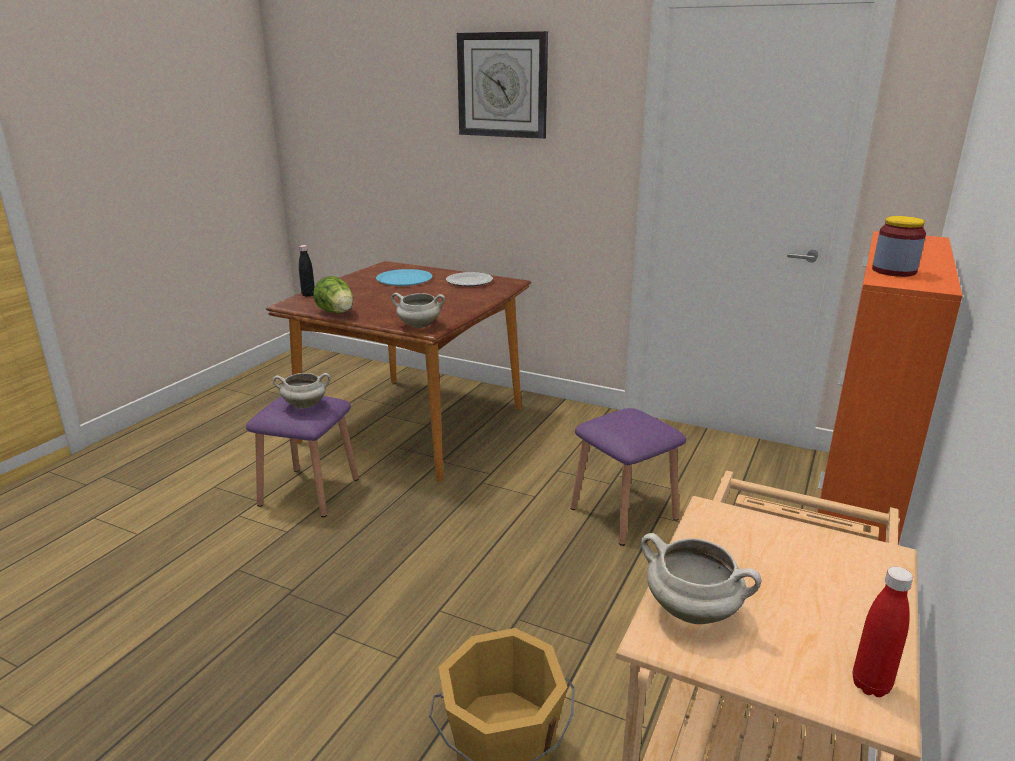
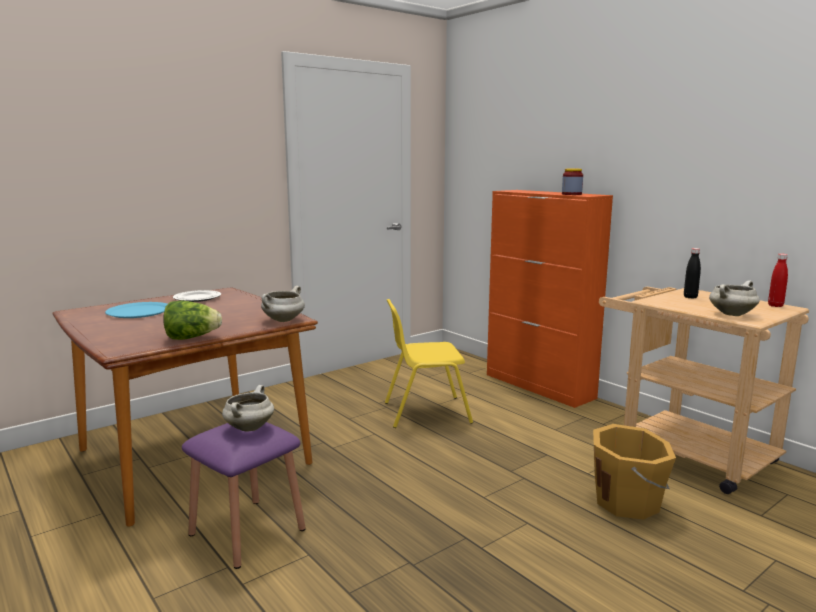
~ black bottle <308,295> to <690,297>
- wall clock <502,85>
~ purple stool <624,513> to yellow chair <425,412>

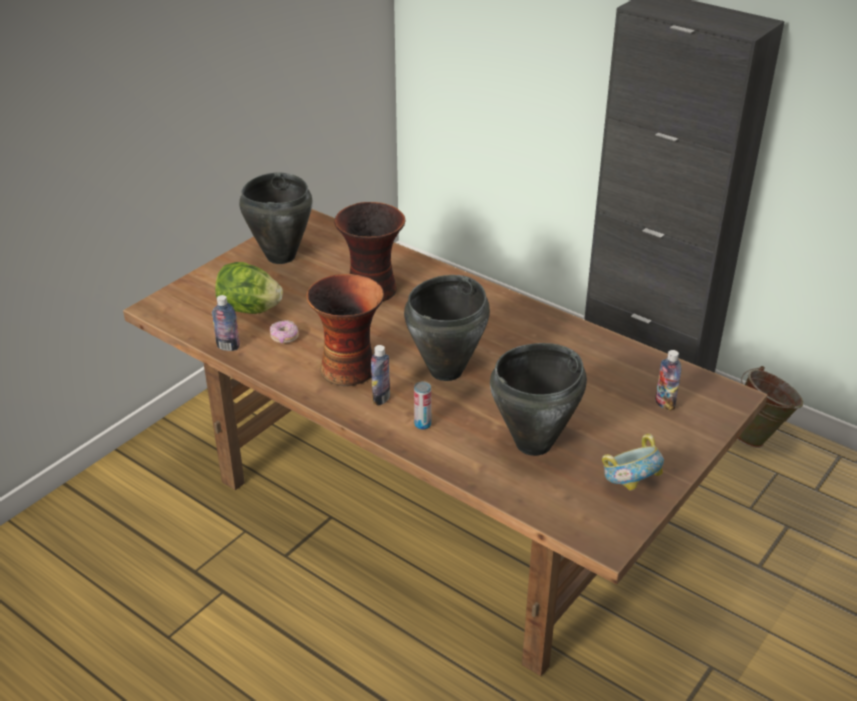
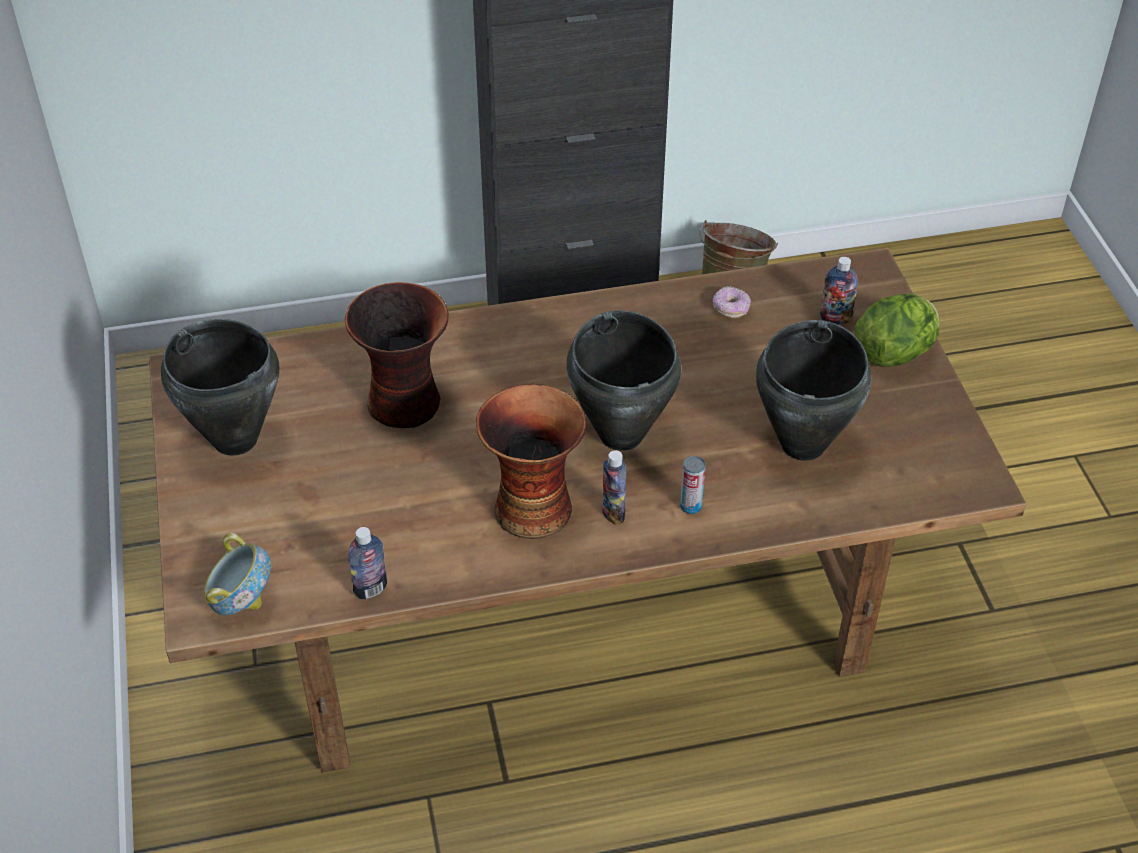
~ lettuce <249,309> to <895,353>
~ donut <284,337> to <730,309>
~ bowl <630,485> to <242,601>

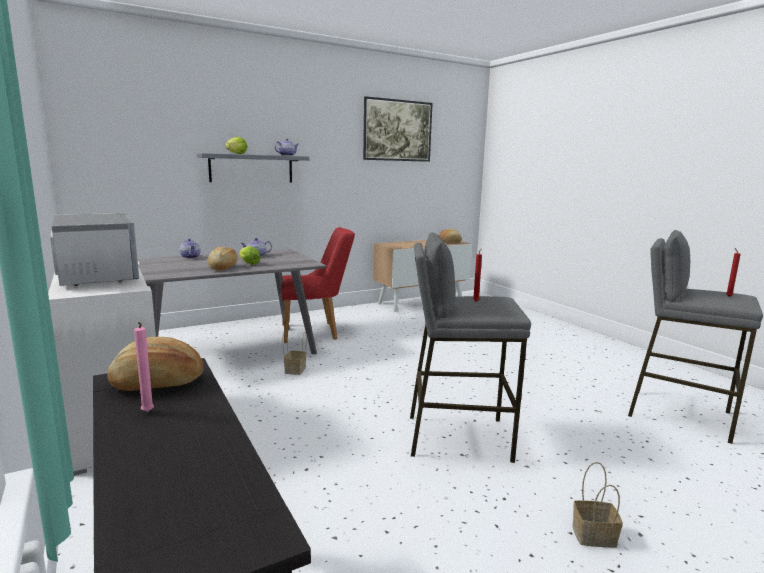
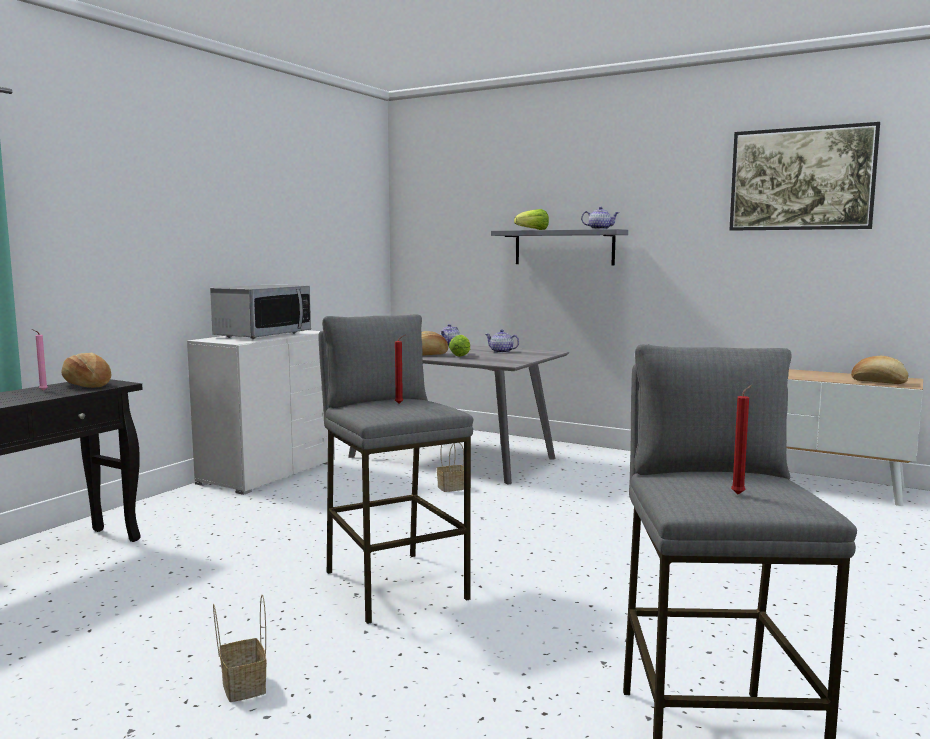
- red chair <315,331>

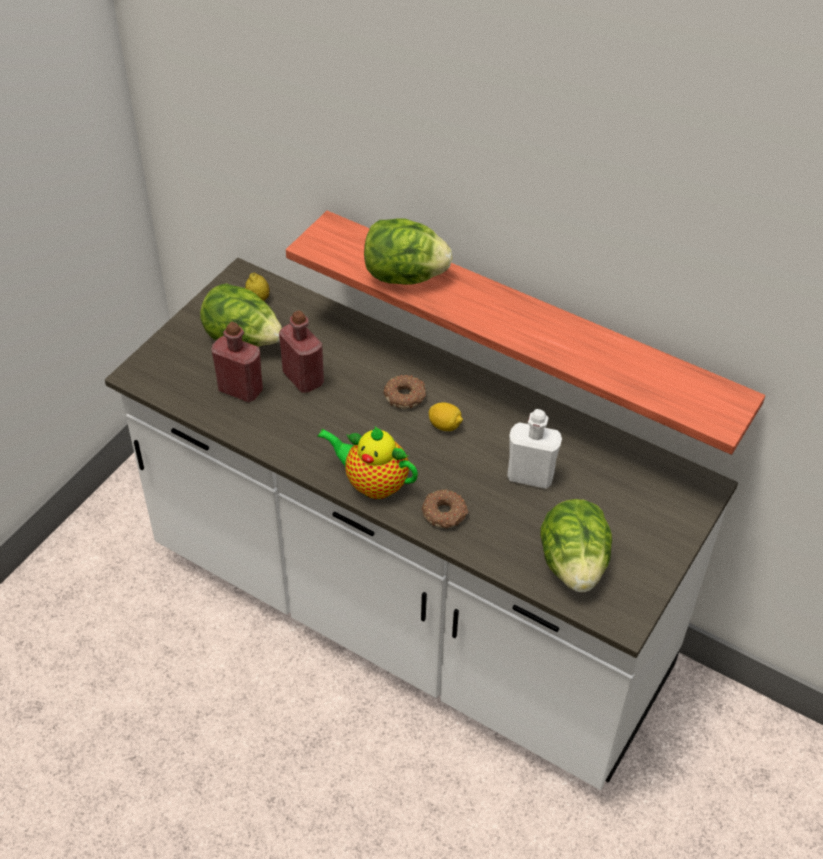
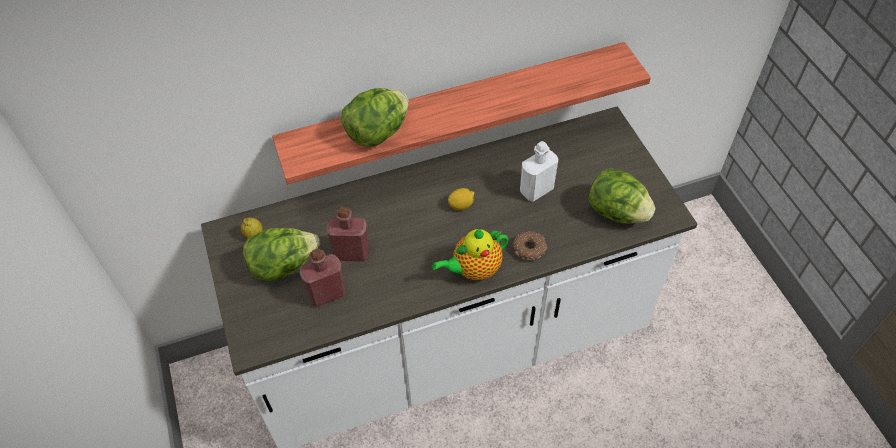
- donut <405,396>

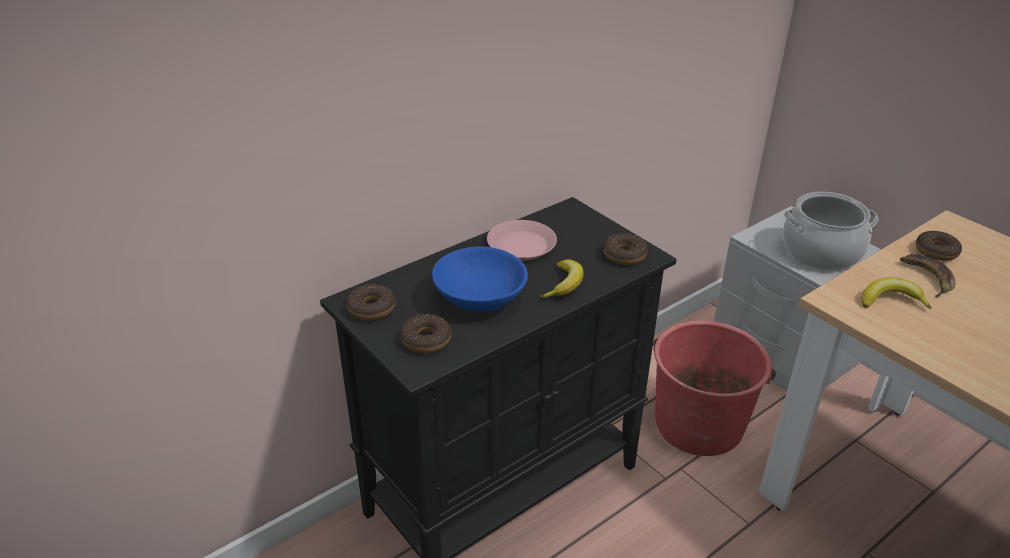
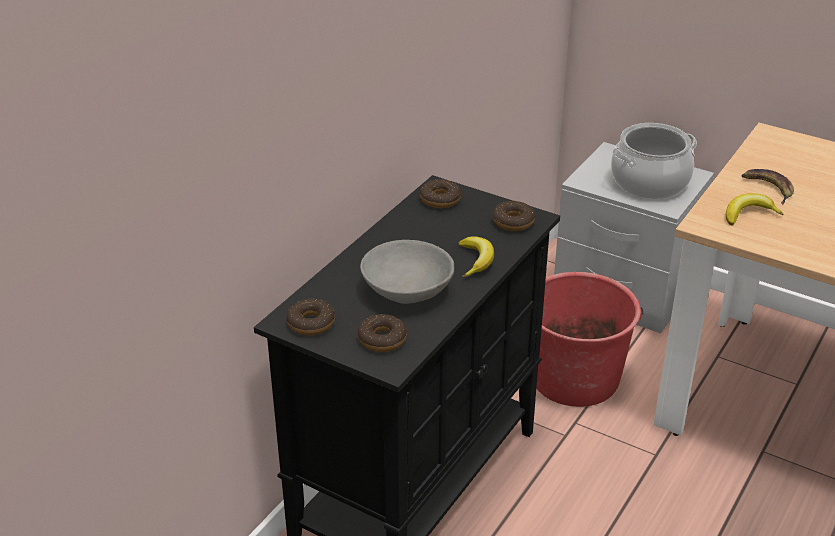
~ blue bowl <479,299> to grey bowl <407,291>
- pink plate <521,246>
~ donut <936,251> to <440,199>

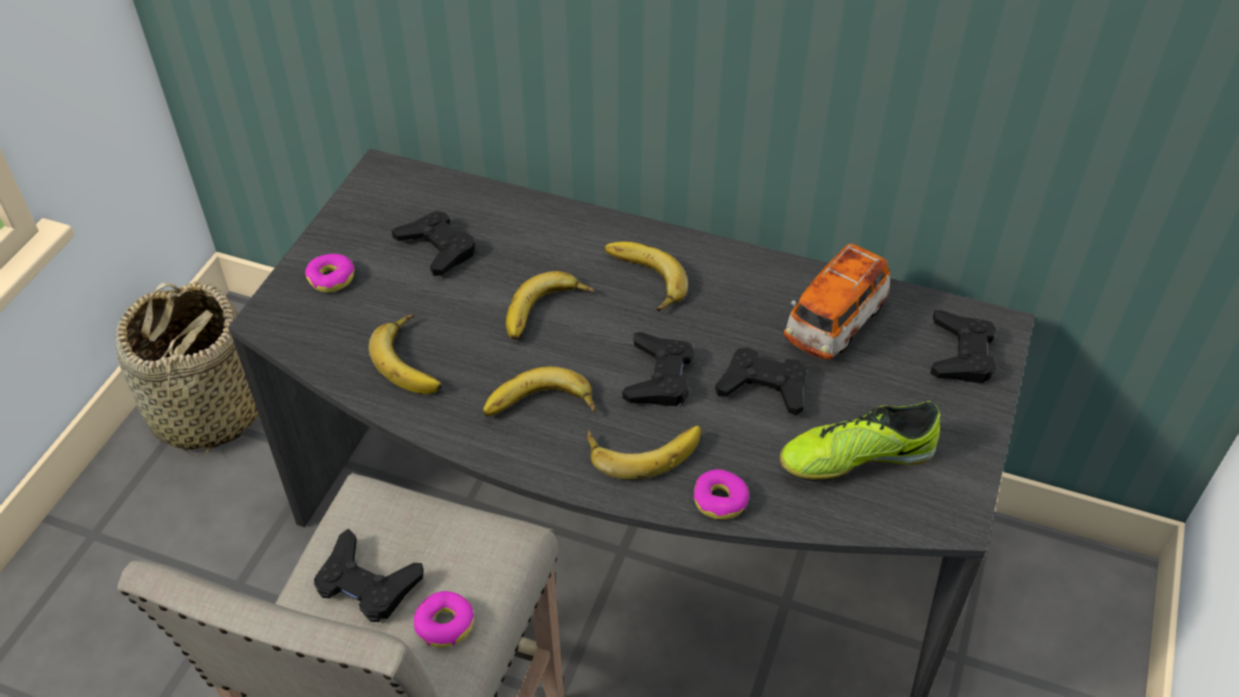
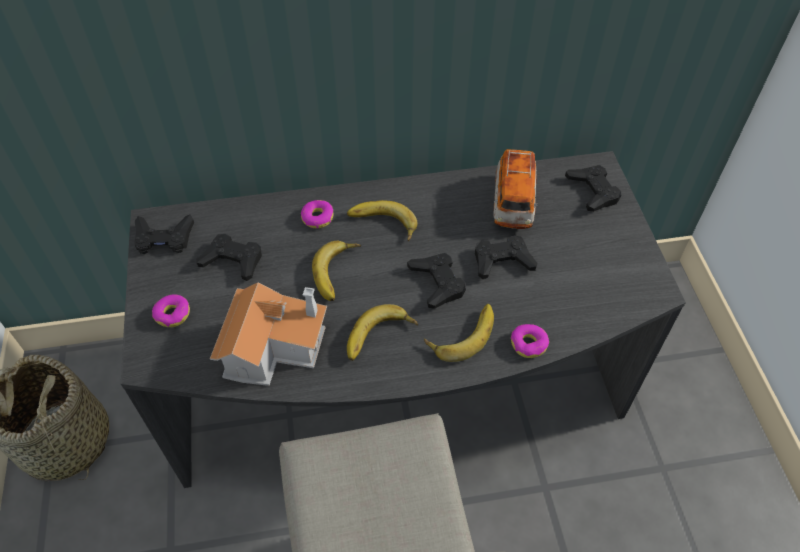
~ black game controller <367,583> to <164,238>
~ banana <414,360> to toy house <274,345>
~ donut <444,624> to <317,218>
- shoe <856,457>

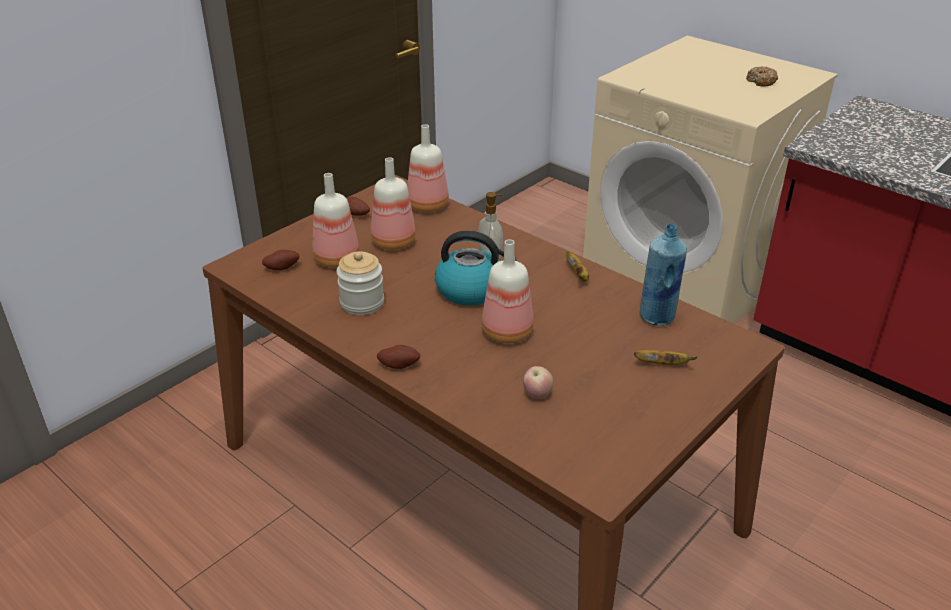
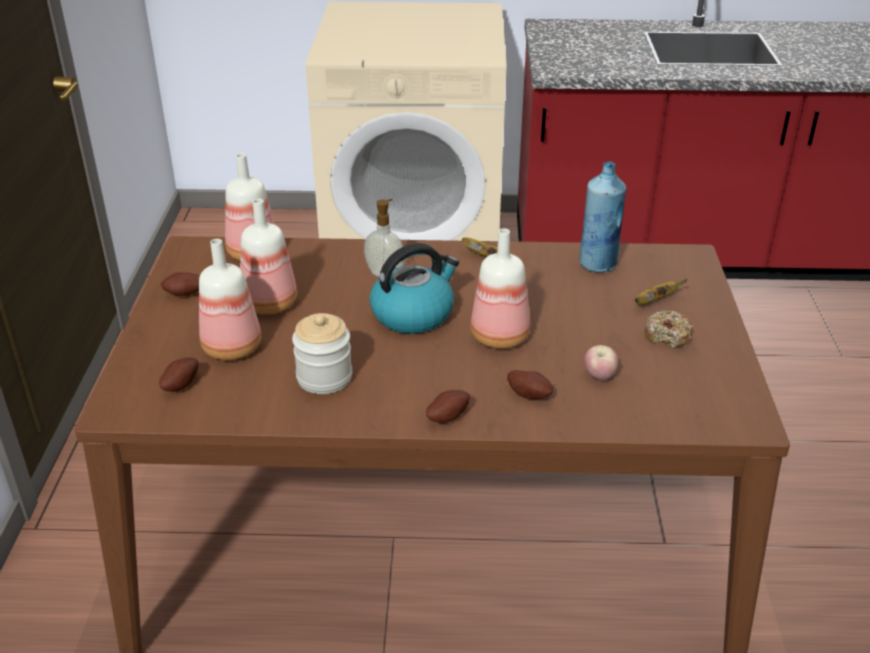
~ donut <761,81> to <667,336>
+ potato <529,394>

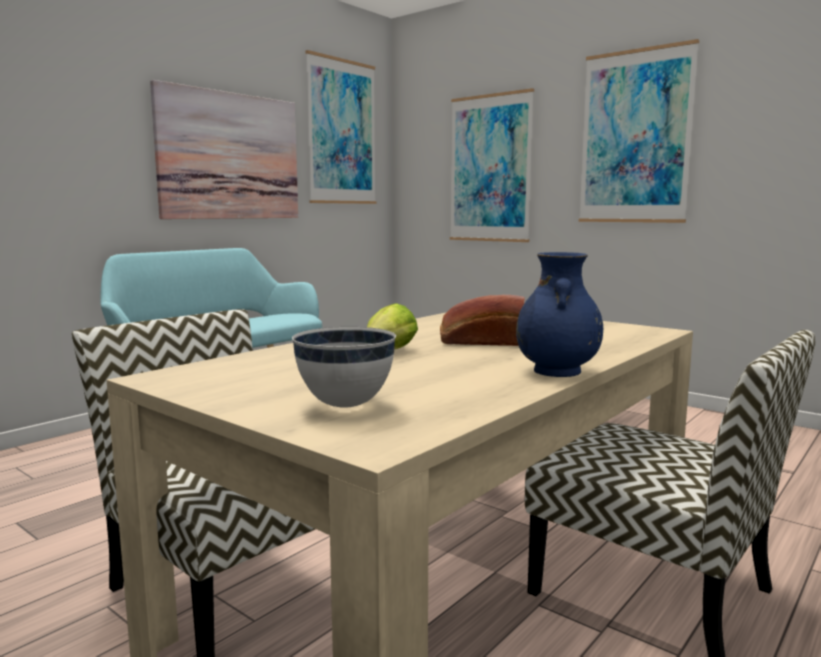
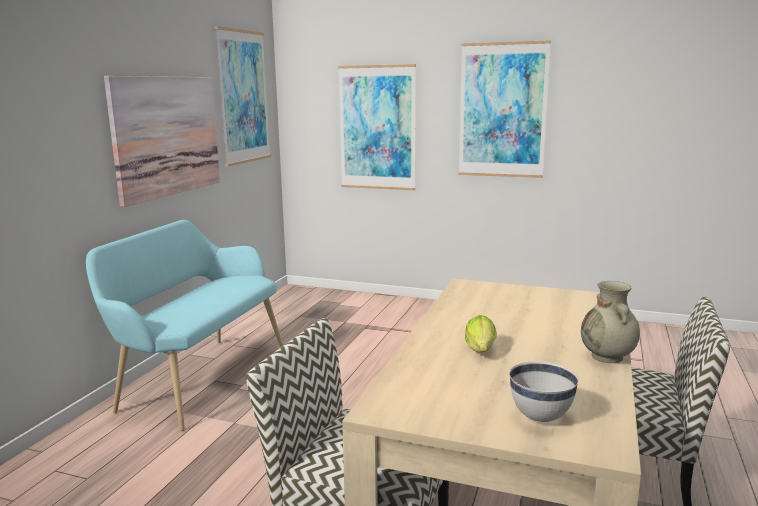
- bread <480,341>
~ blue vase <557,371> to beige vase <607,357>

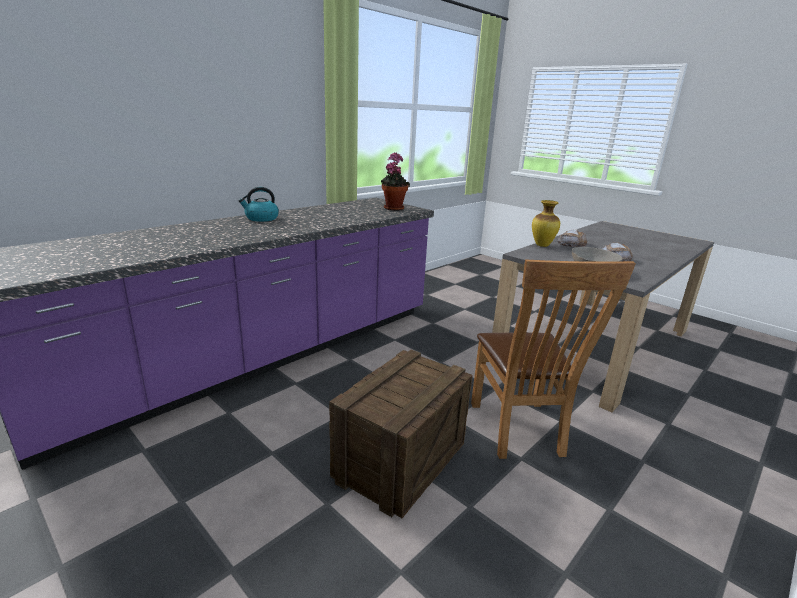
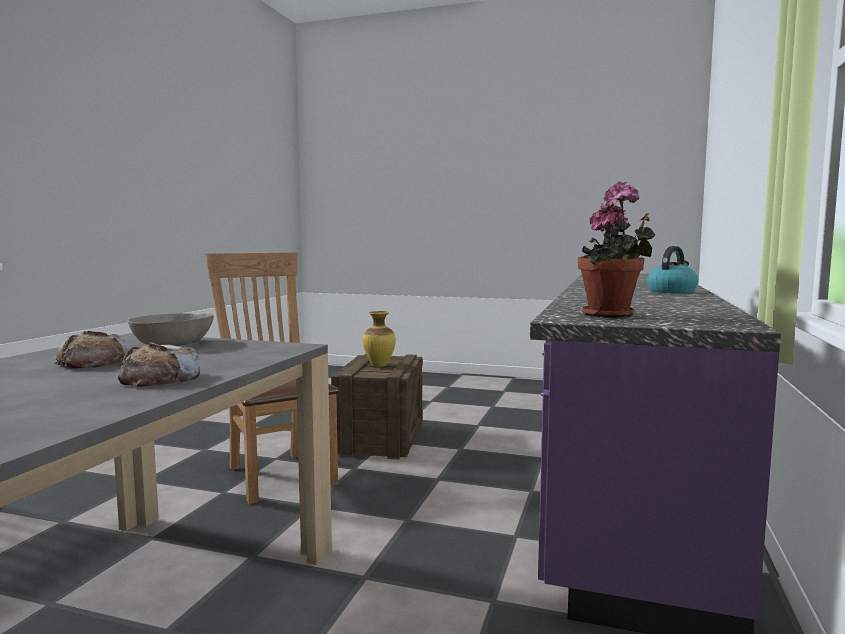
~ vase <542,245> to <379,365>

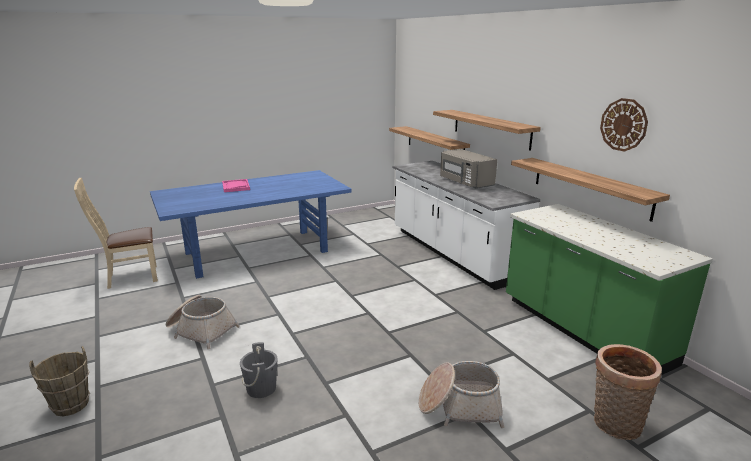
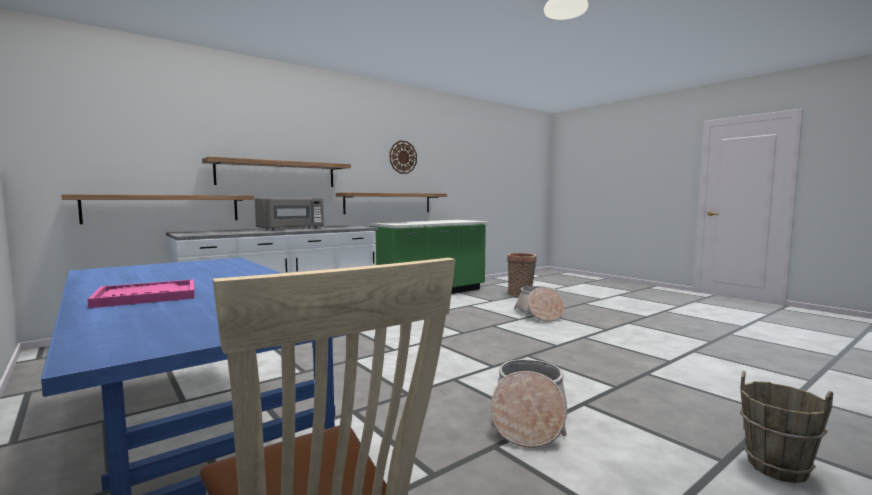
- grey bucket <261,388>

